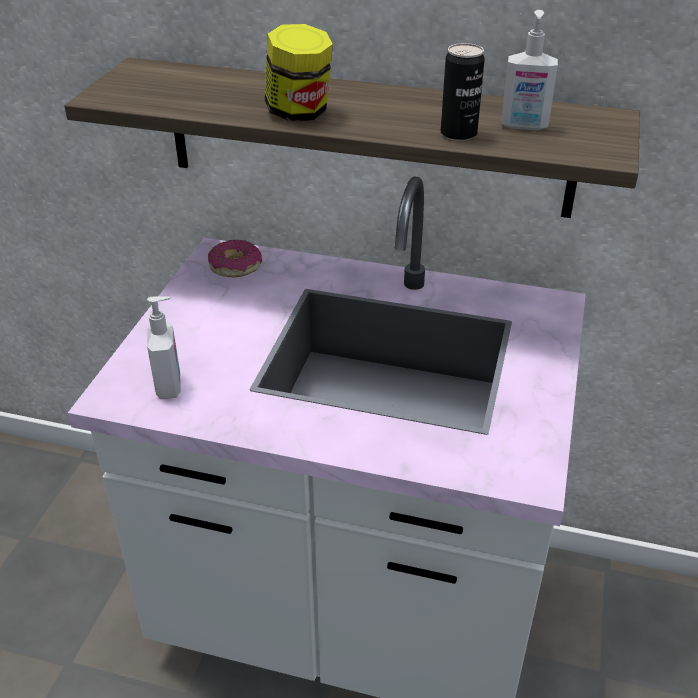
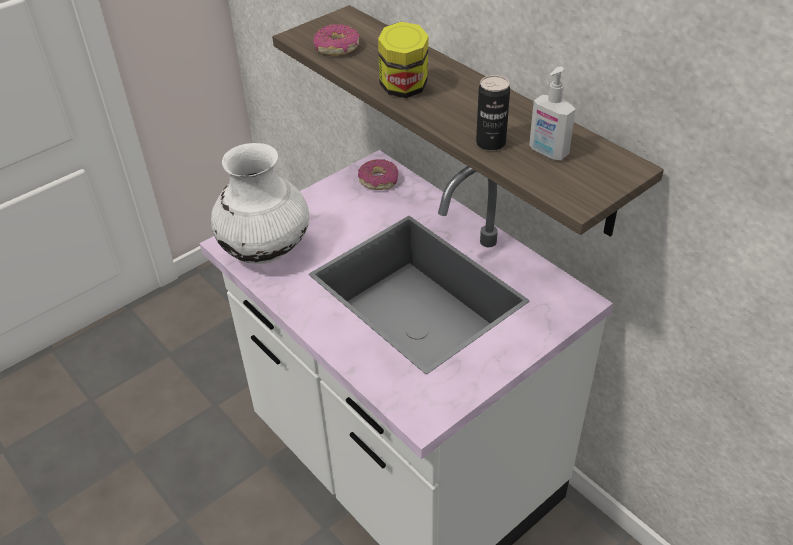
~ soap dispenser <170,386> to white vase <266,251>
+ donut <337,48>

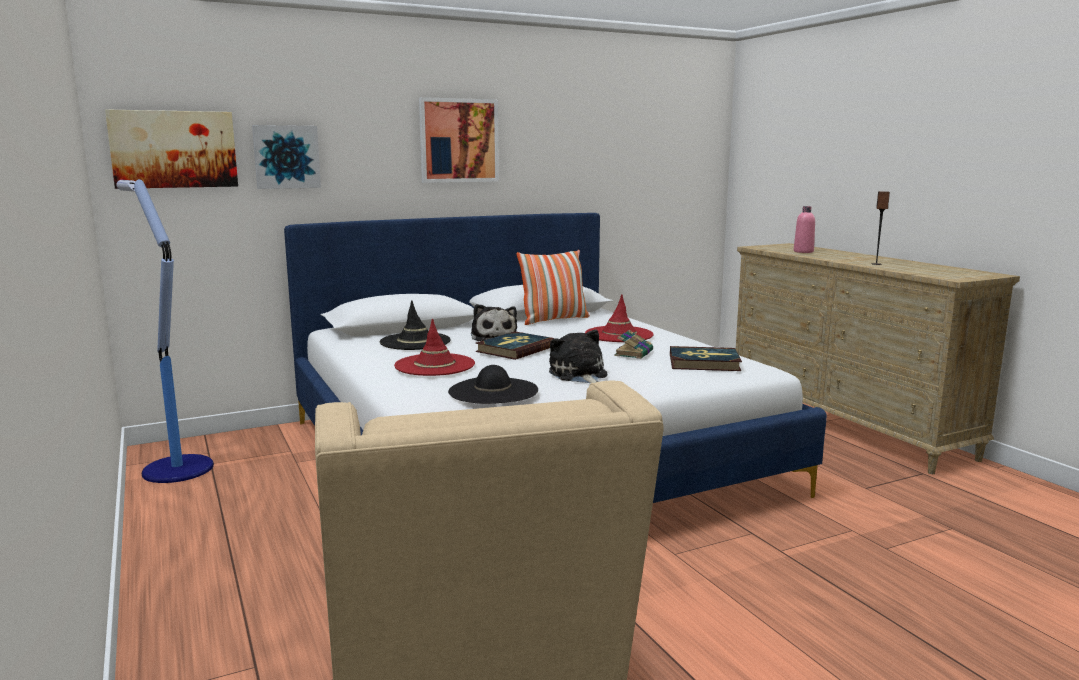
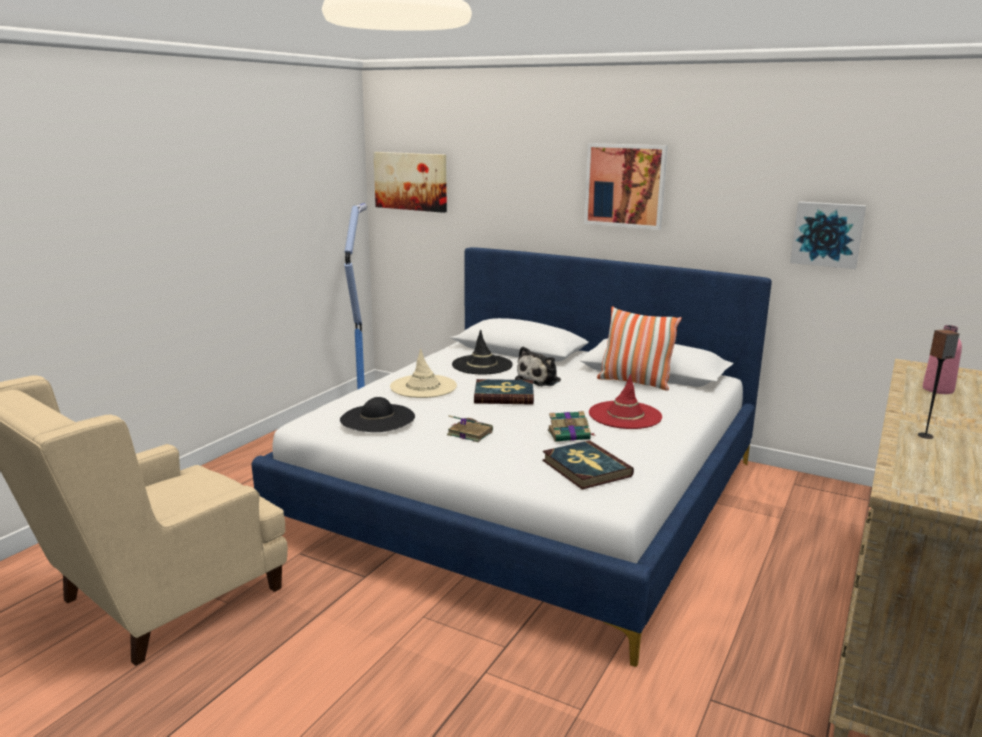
~ picture <286,157> to <827,234>
~ red hat <435,365> to beige hat <423,387>
~ plush toy <579,375> to book <469,433>

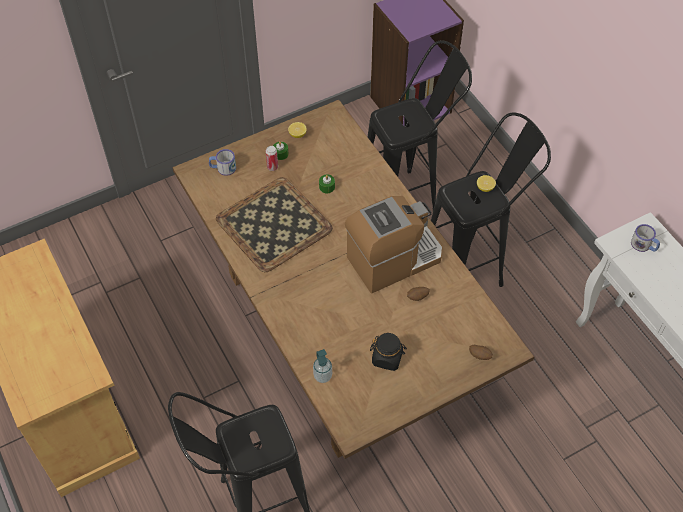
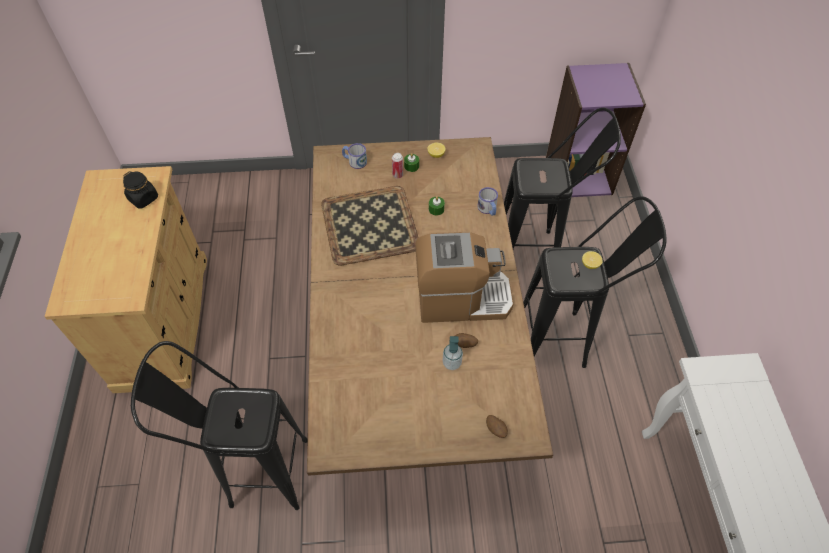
~ soap dispenser <322,376> to <451,363>
~ black jar <387,358> to <143,198>
~ mug <644,245> to <488,209>

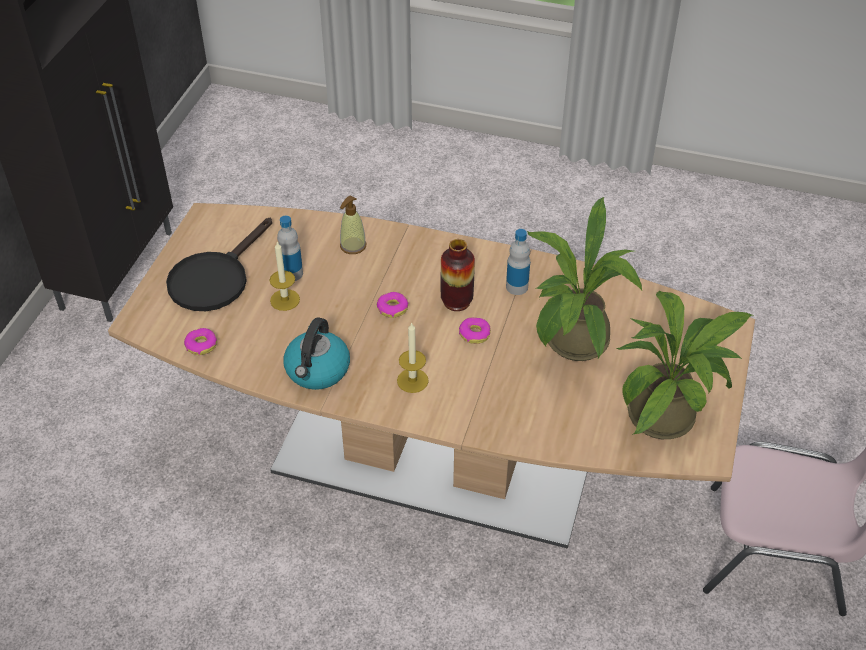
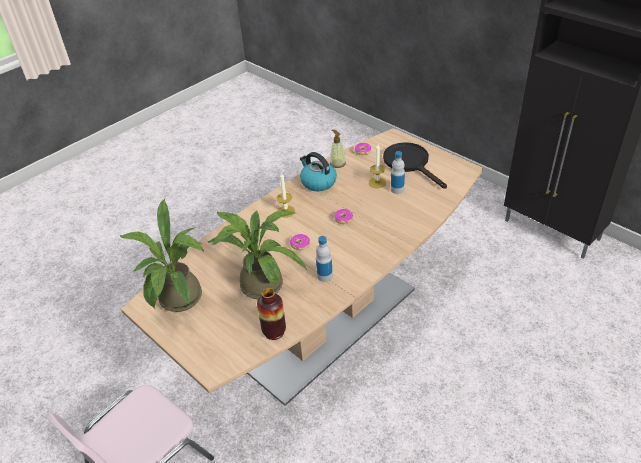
~ soap dispenser <353,246> to <337,163>
~ vase <456,301> to <274,332>

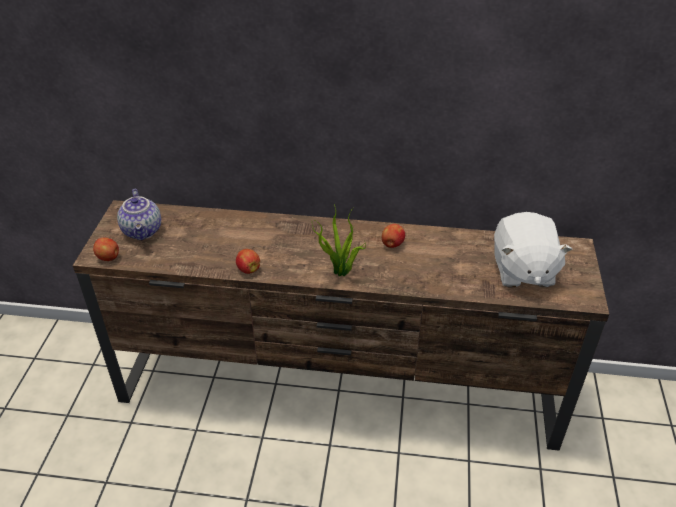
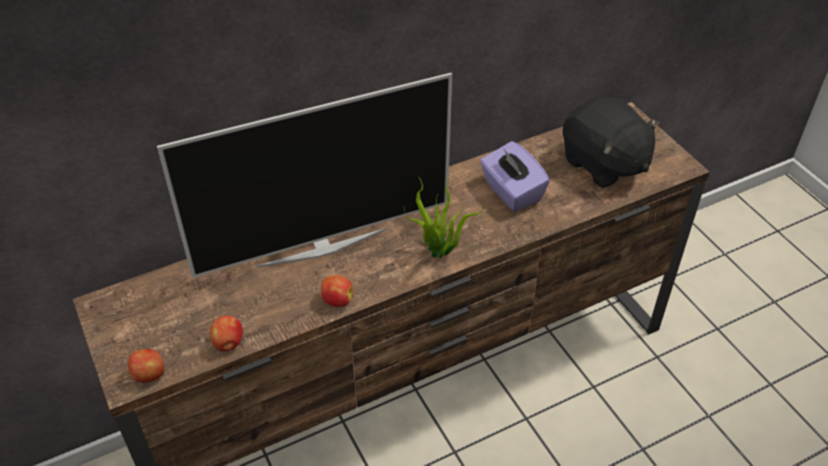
- teapot <143,231>
~ apple <392,244> to <228,343>
~ white plush toy <522,271> to black plush toy <603,164>
+ television <322,246>
+ purple tissue box <511,192>

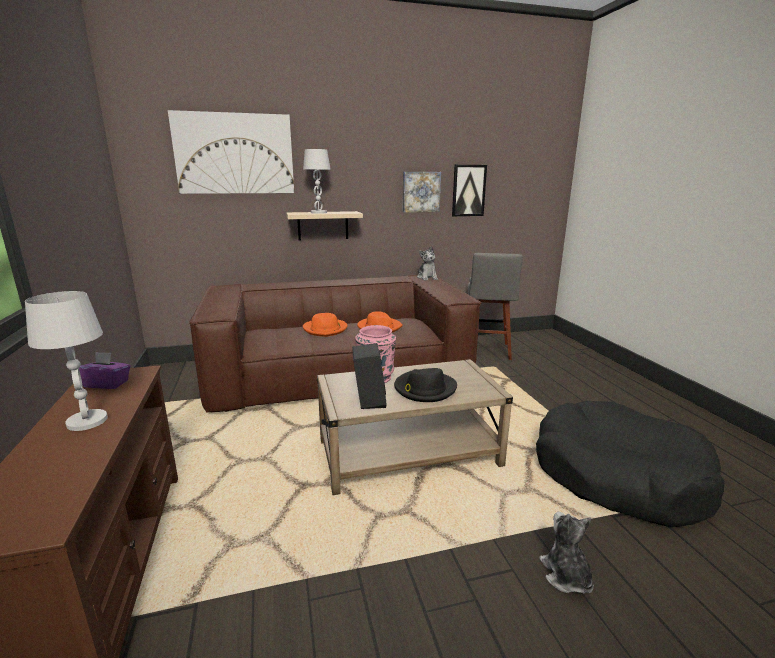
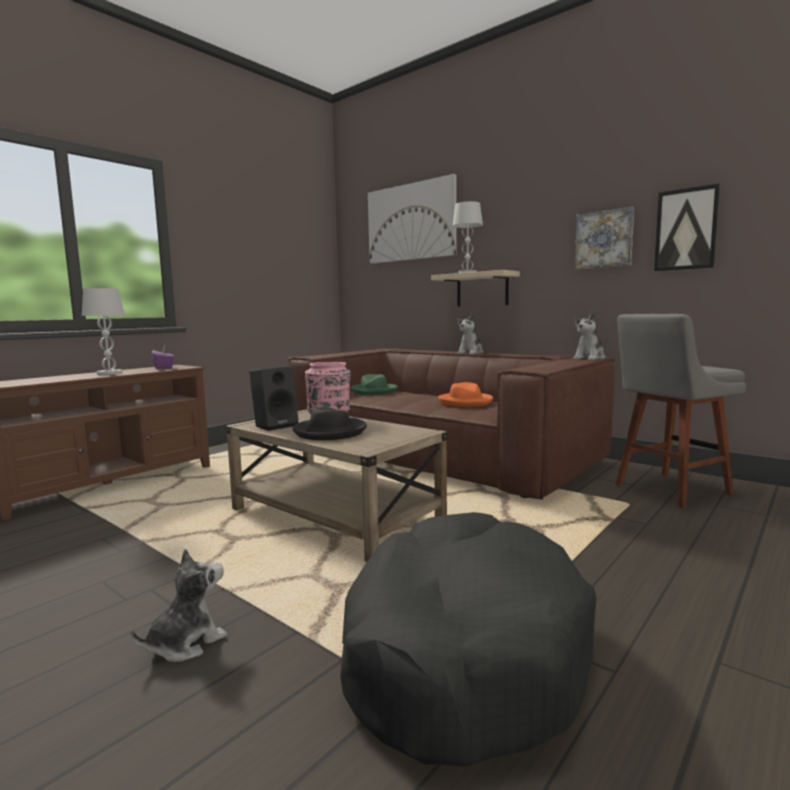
- orange hat <325,329>
+ green hat <374,391>
+ plush toy <471,353>

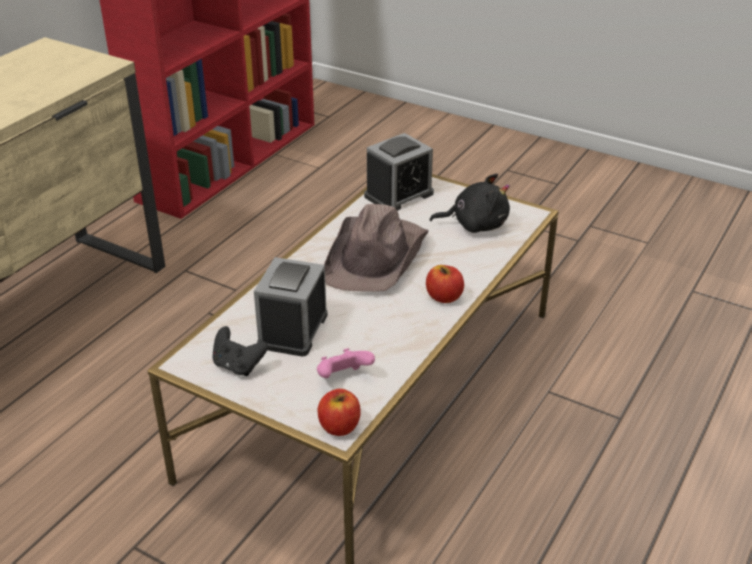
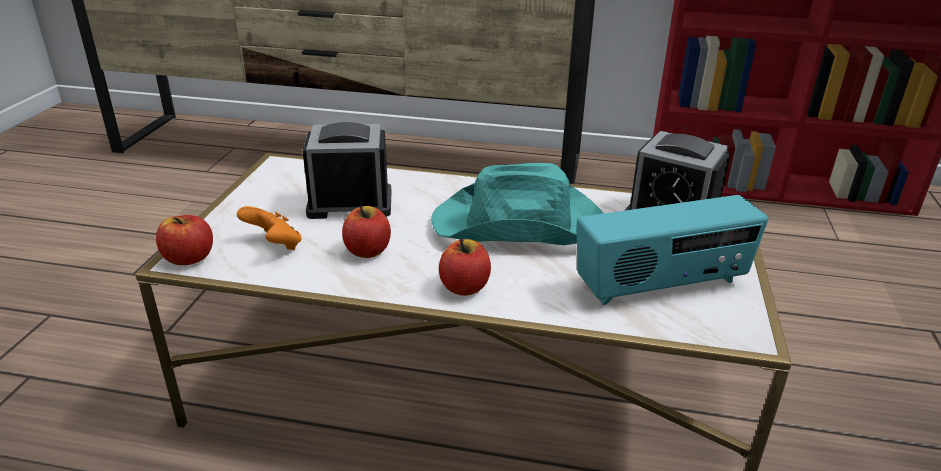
- black game controller <238,366>
~ pink game controller <343,378> to orange game controller <274,246>
~ brown hat <377,256> to turquoise hat <521,226>
~ black plush toy <475,224> to radio <662,285>
+ apple <368,251>

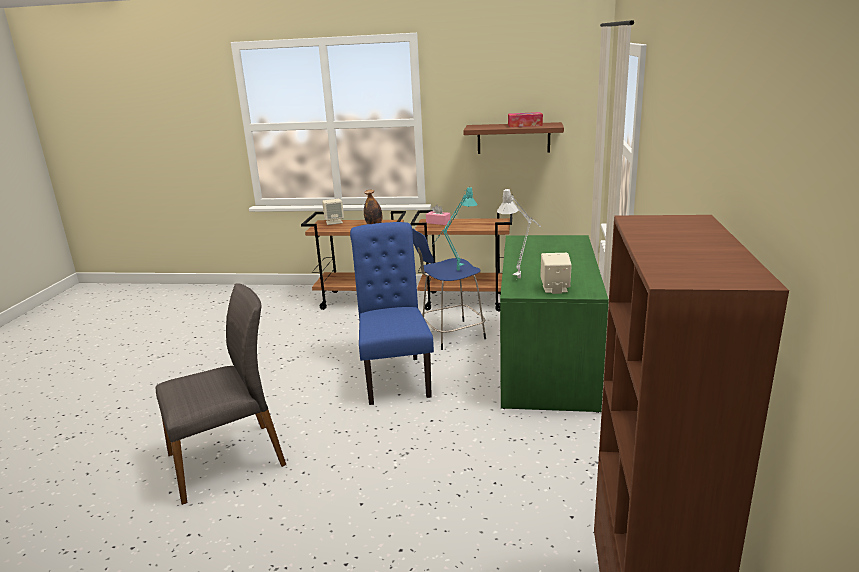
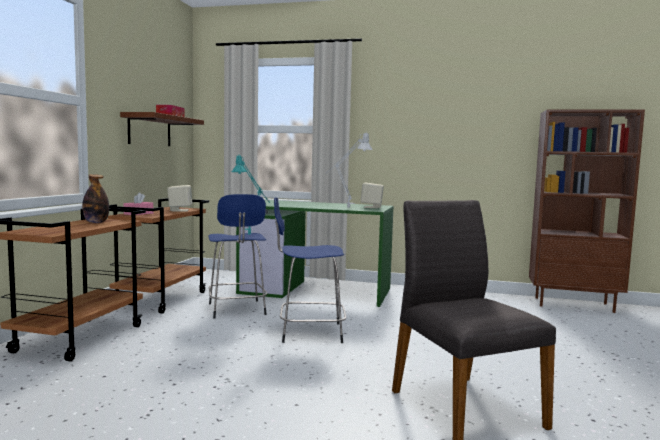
~ beige speaker <334,222> to <179,210>
~ blue chair <395,376> to blue stool <309,332>

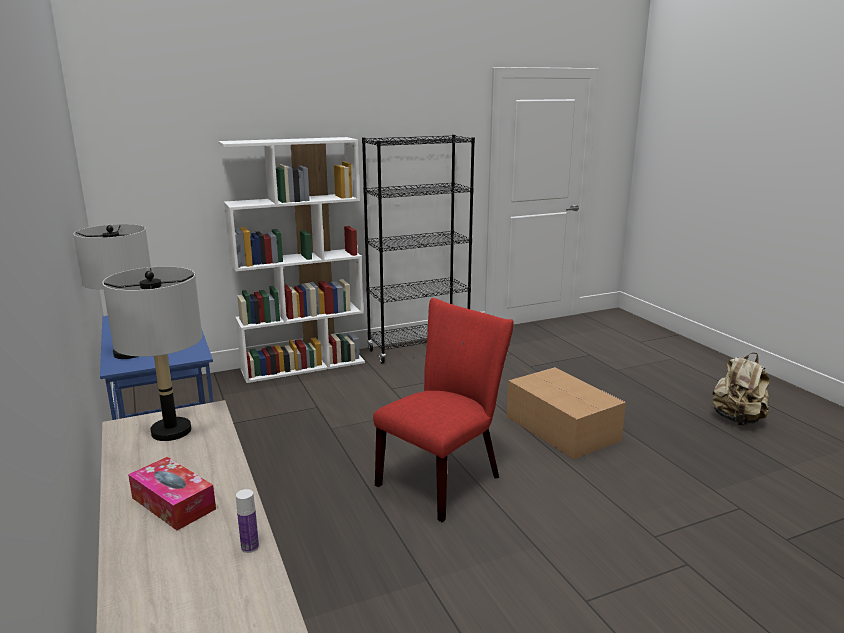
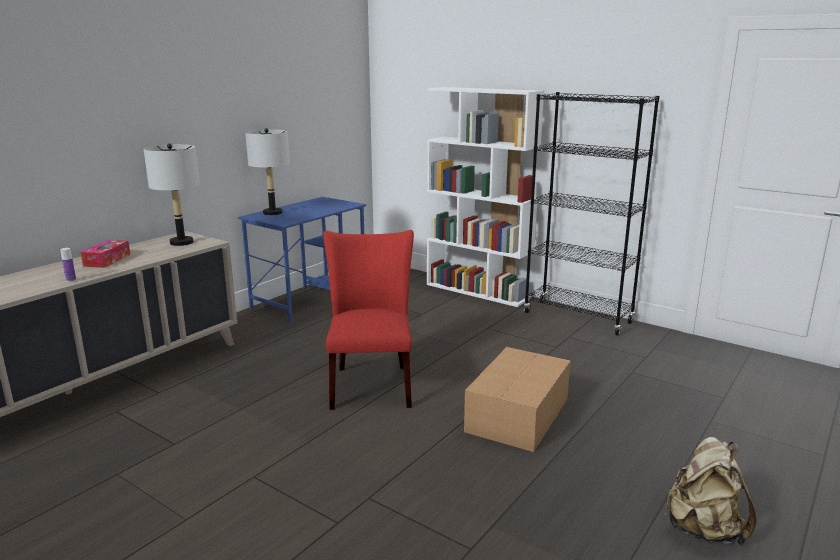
~ red chair <444,478> = <371,383> 105 degrees counterclockwise

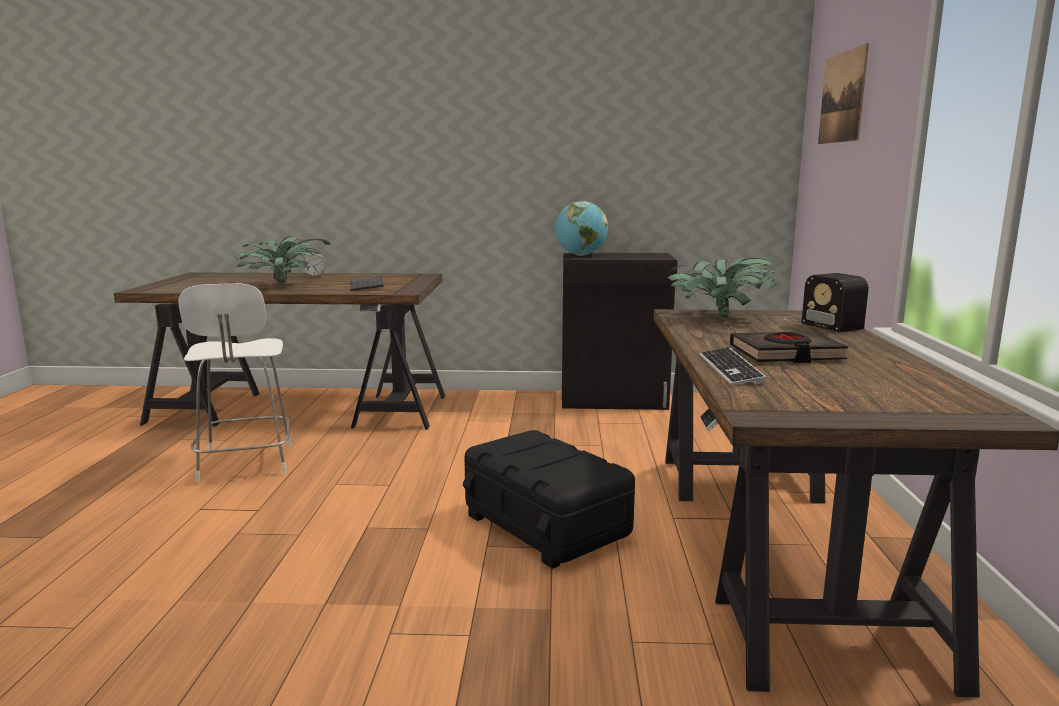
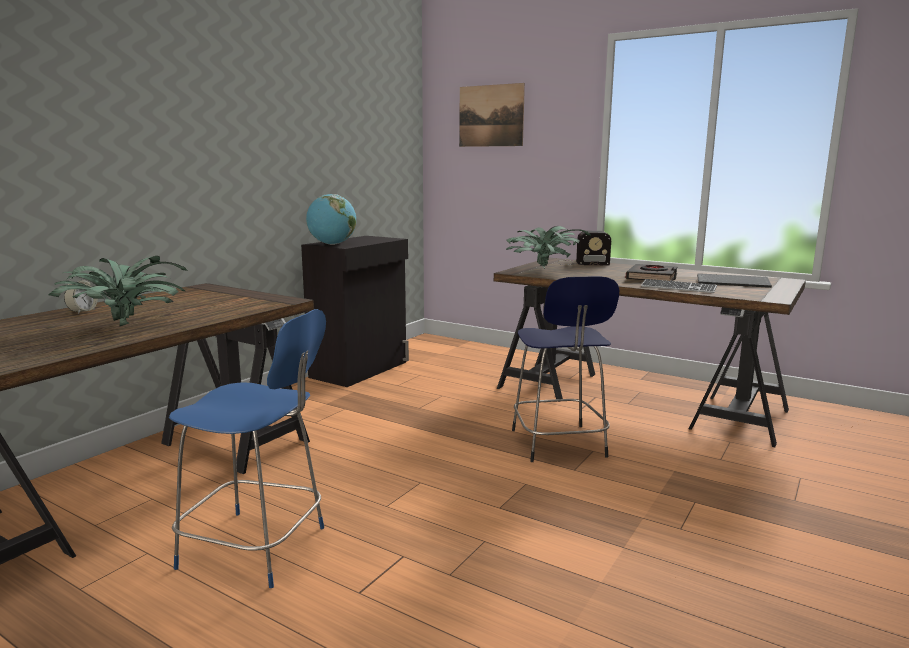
~ white chair <245,464> to blue chair <258,548>
~ keyboard <368,285> to <733,282>
~ black storage box <545,525> to blue stool <558,445>

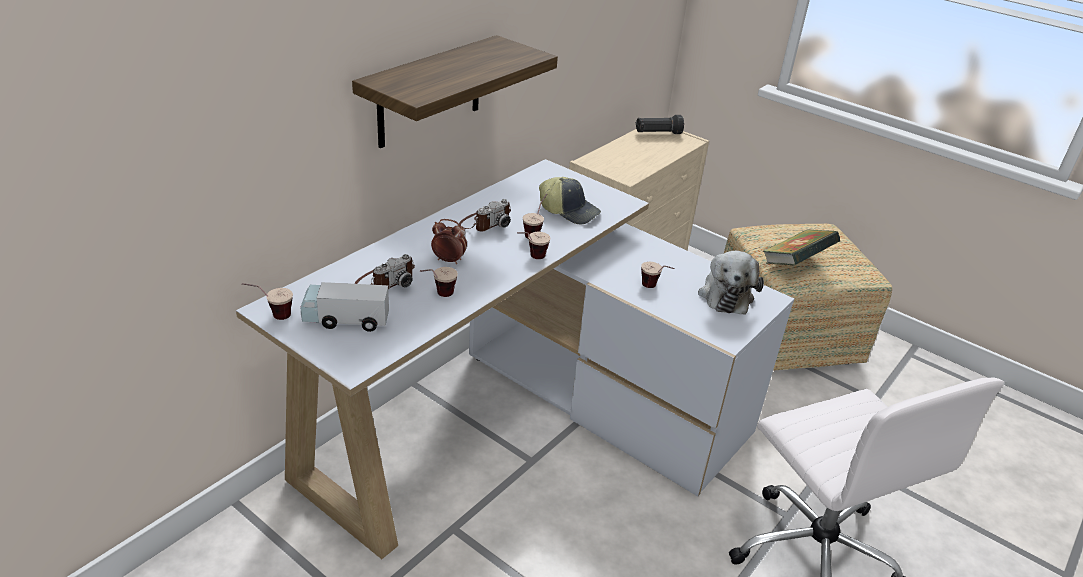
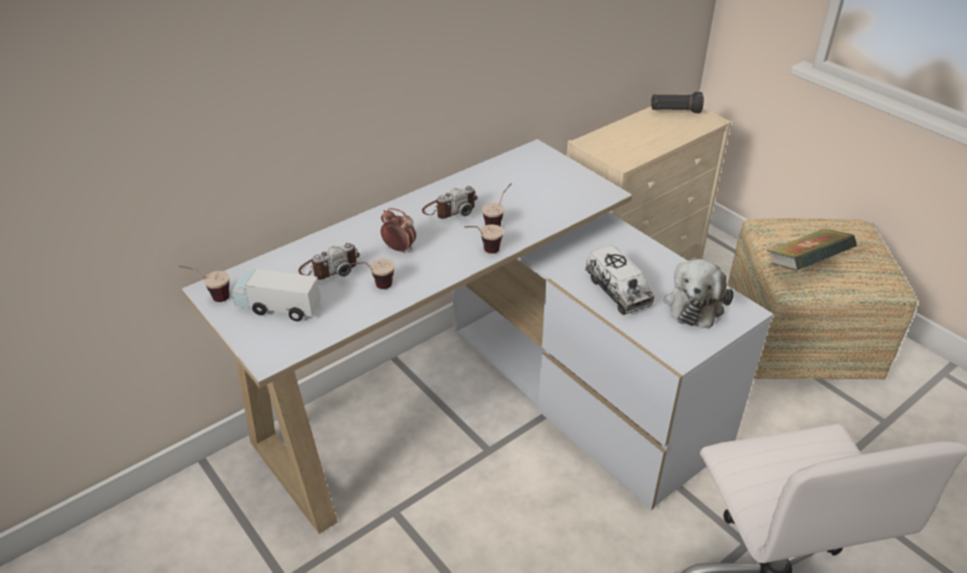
- shelf <429,92>
- cap <569,211>
~ cup <654,288> to toy truck <617,291>

